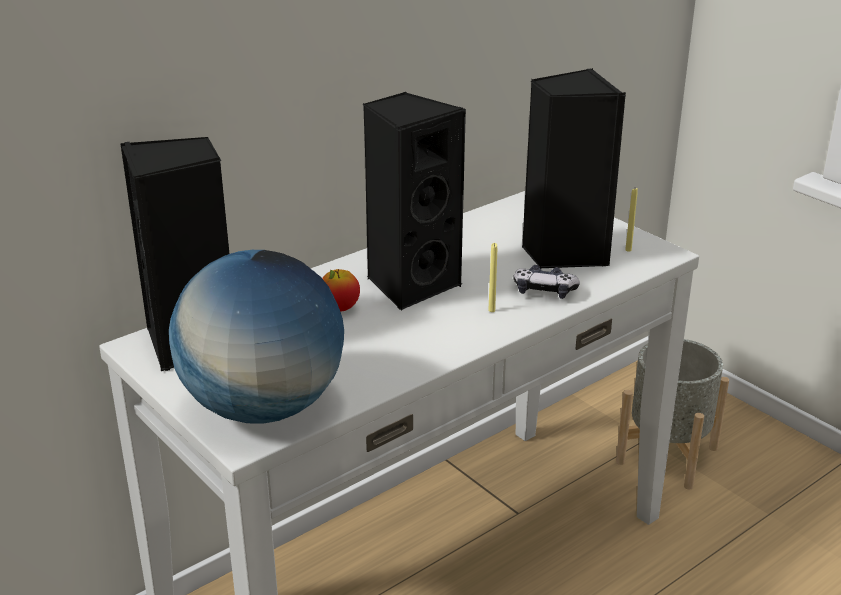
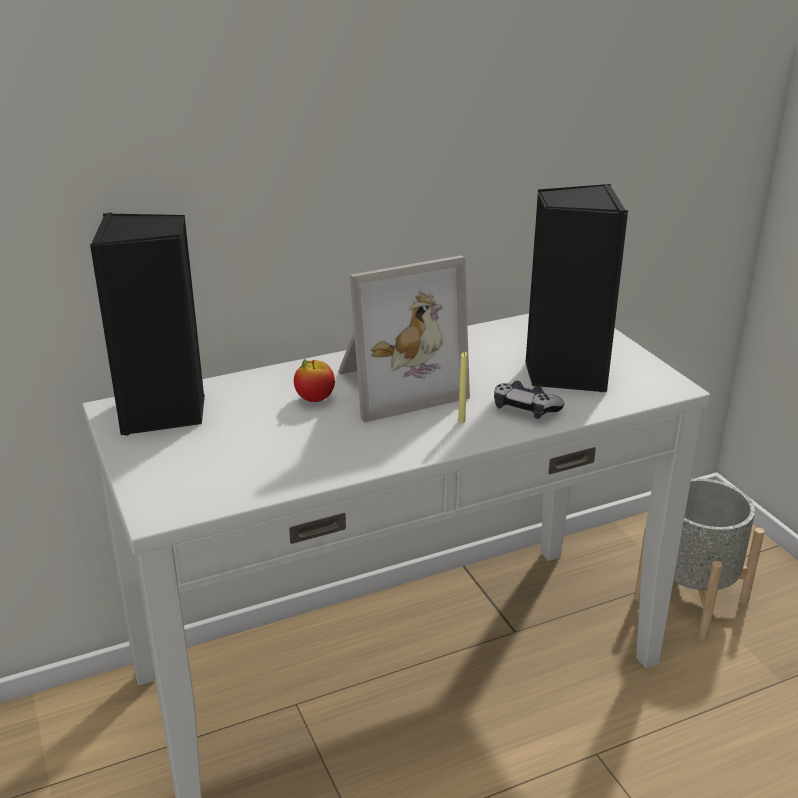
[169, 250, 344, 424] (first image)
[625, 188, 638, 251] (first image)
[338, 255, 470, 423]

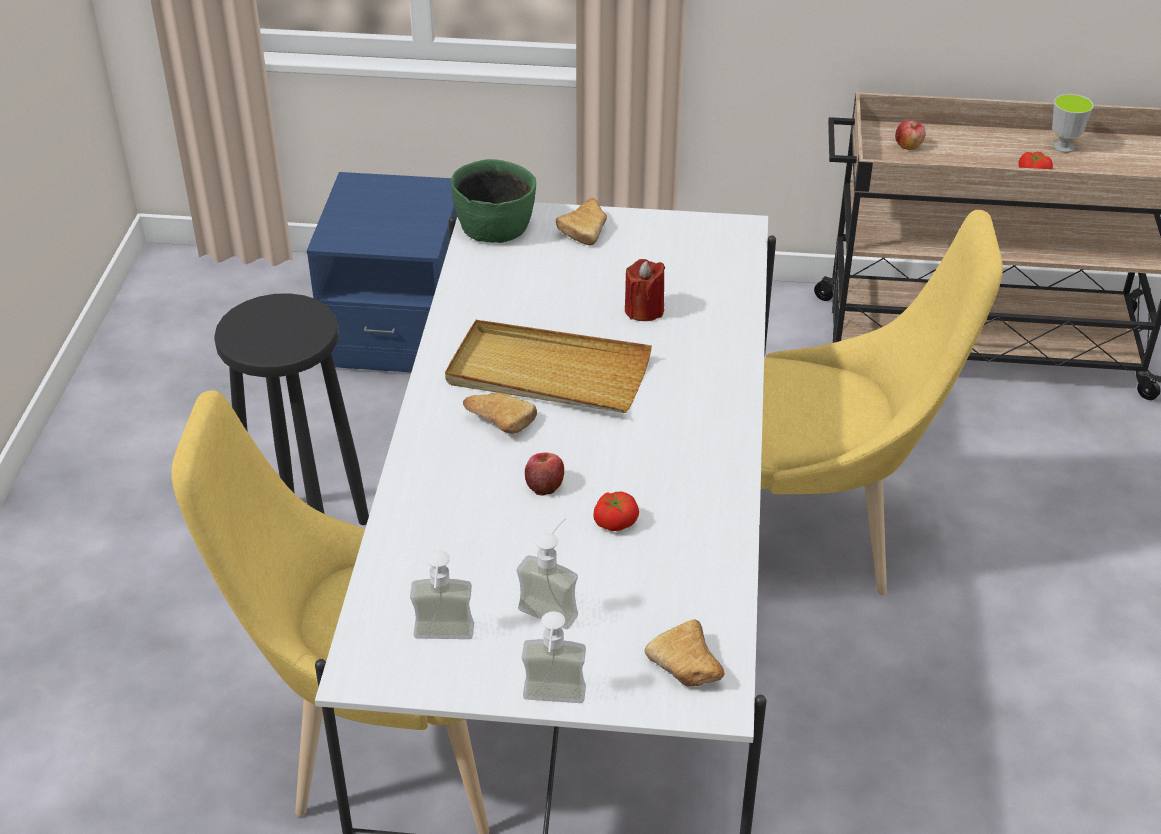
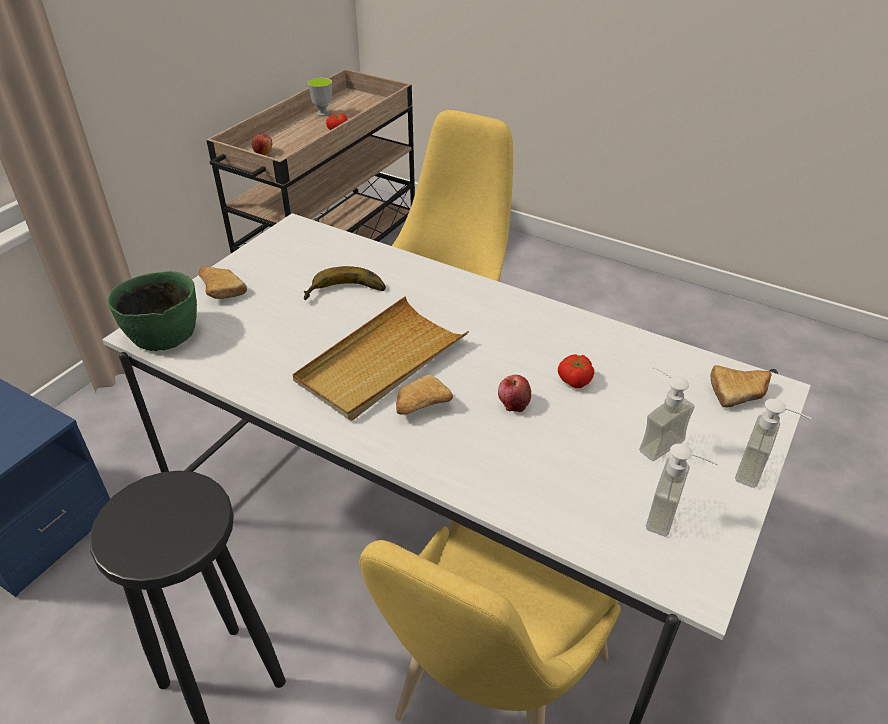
[304, 266, 386, 300]

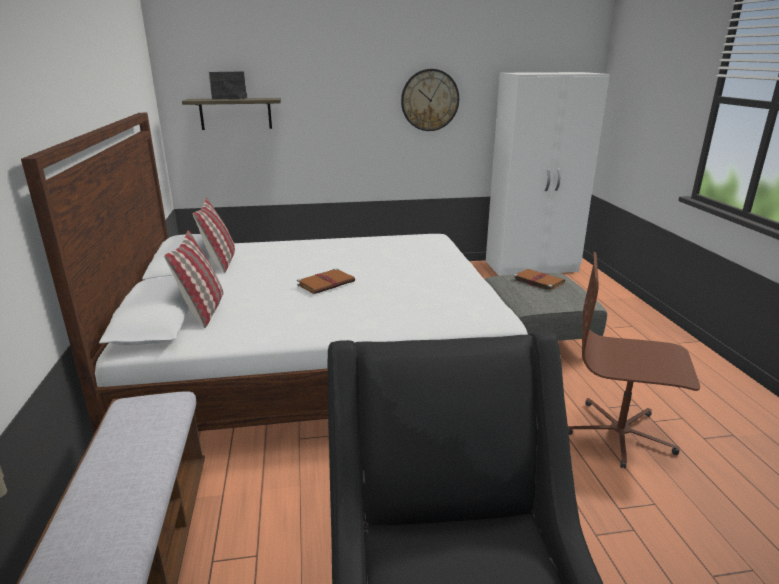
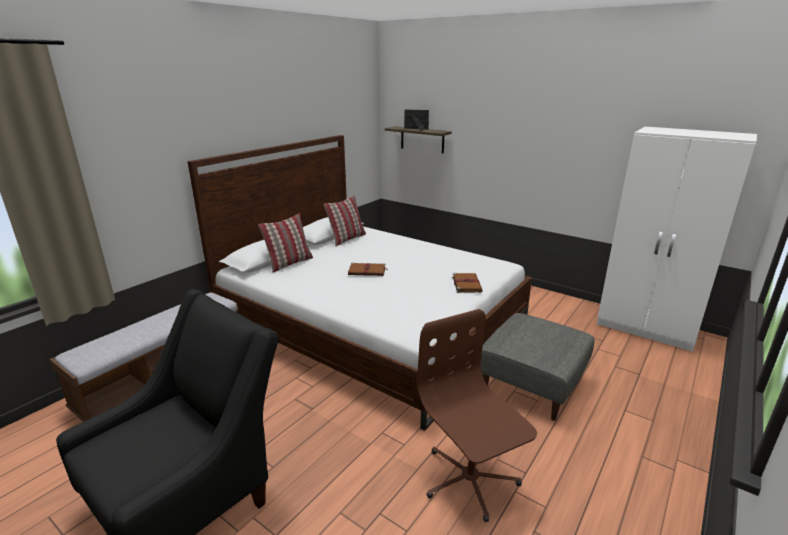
[401, 69, 459, 131] (first image)
[452, 273, 483, 293]

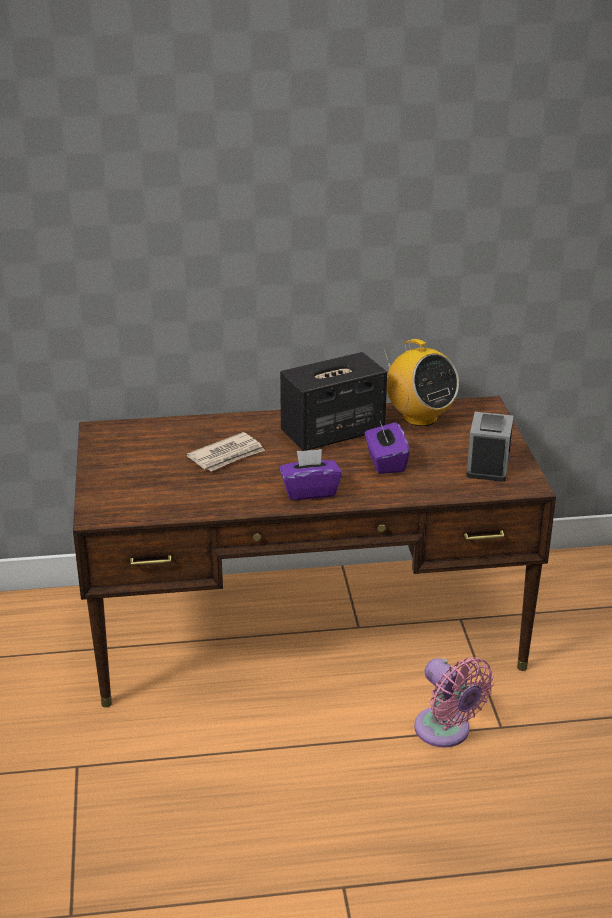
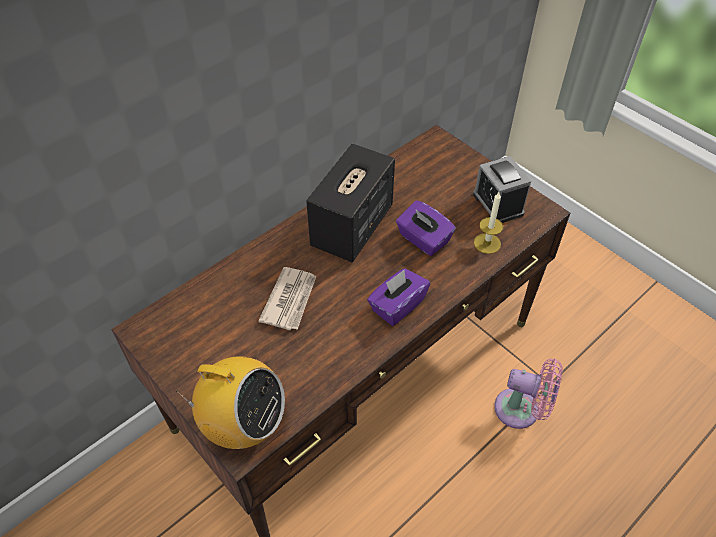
[474, 192, 503, 254]
[176, 356, 285, 449]

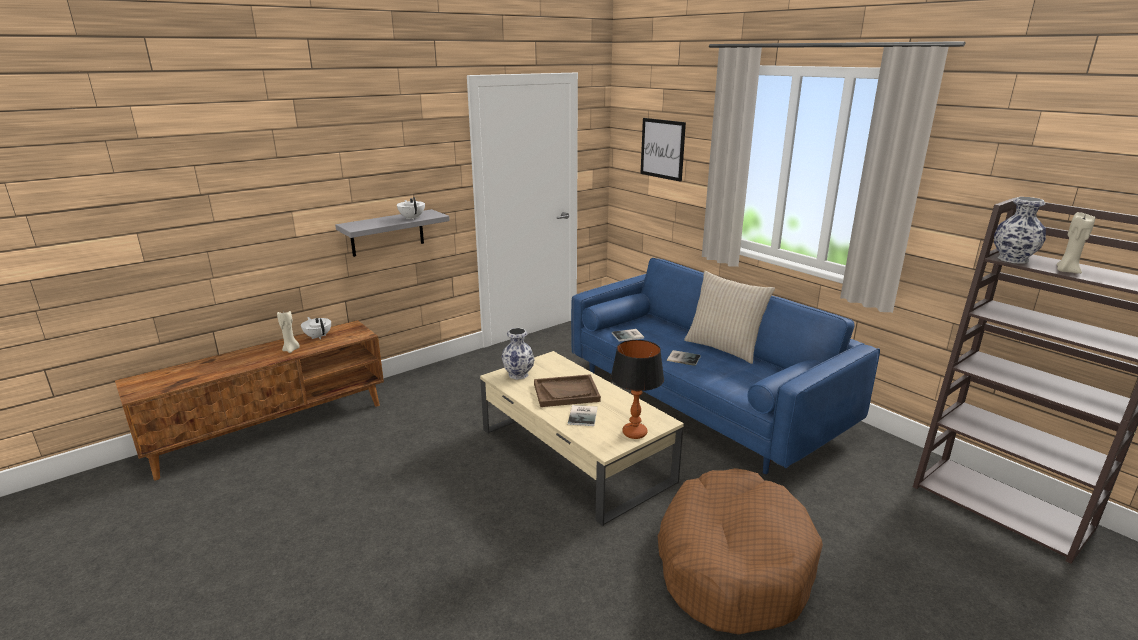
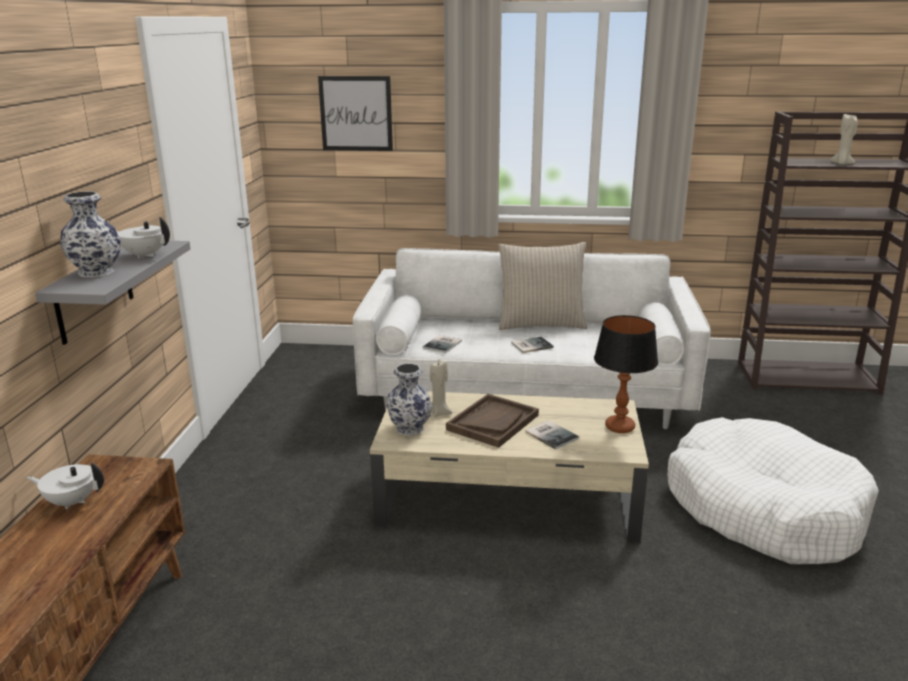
[430, 359, 452, 417]
[60, 191, 121, 278]
[353, 248, 711, 429]
[668, 417, 879, 564]

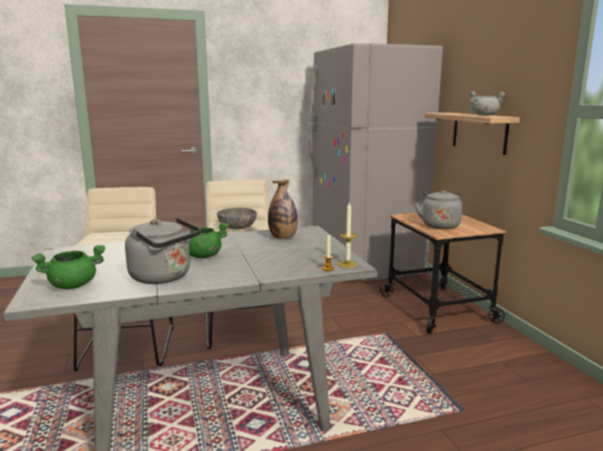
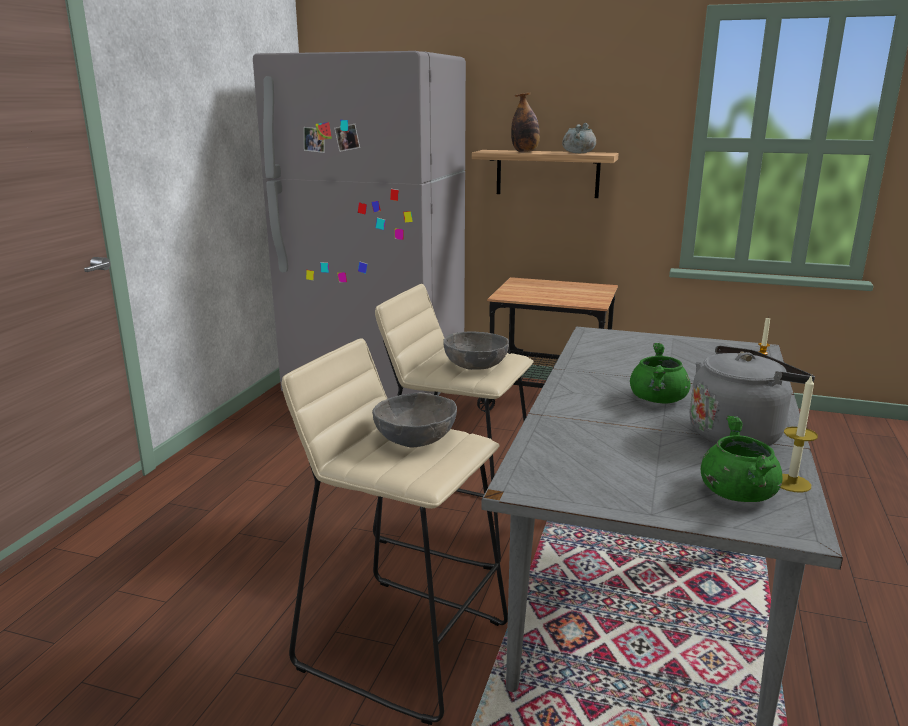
[415, 190, 462, 229] (first image)
[372, 393, 457, 448]
[511, 92, 540, 152]
[780, 374, 818, 492]

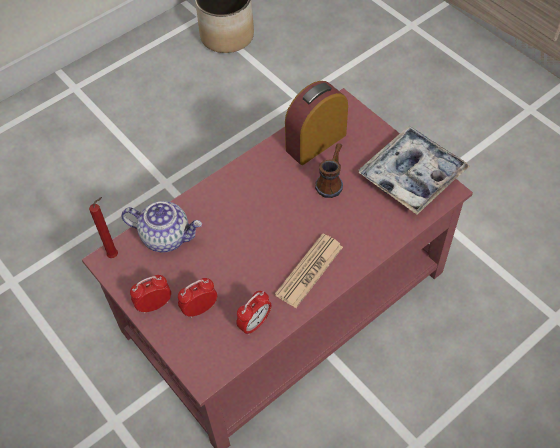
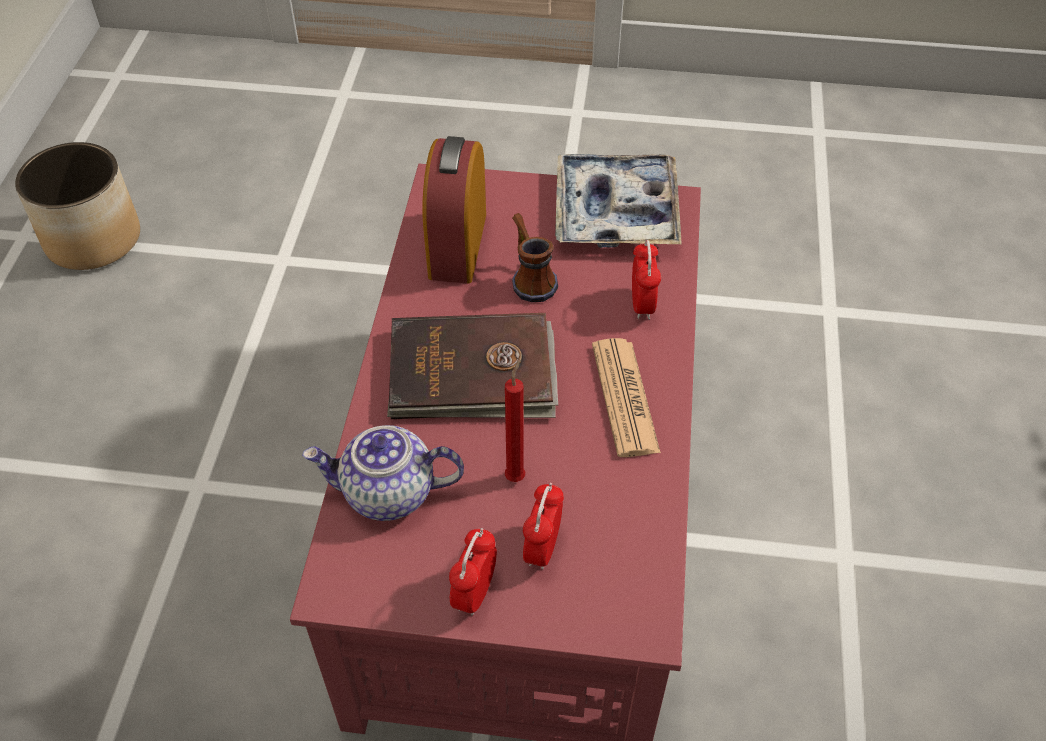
[387, 313, 558, 419]
[505, 359, 525, 482]
[632, 240, 661, 320]
[302, 425, 464, 521]

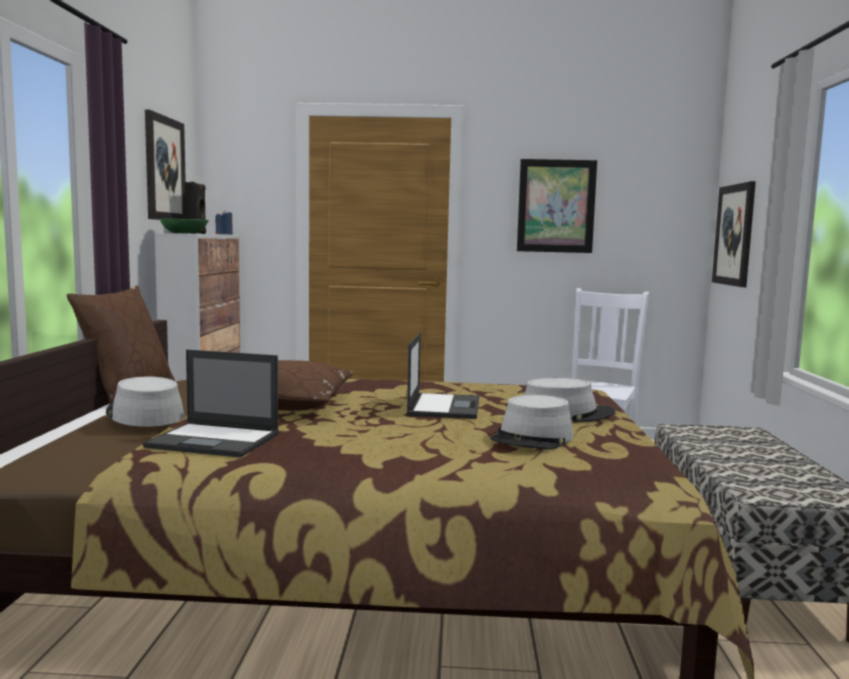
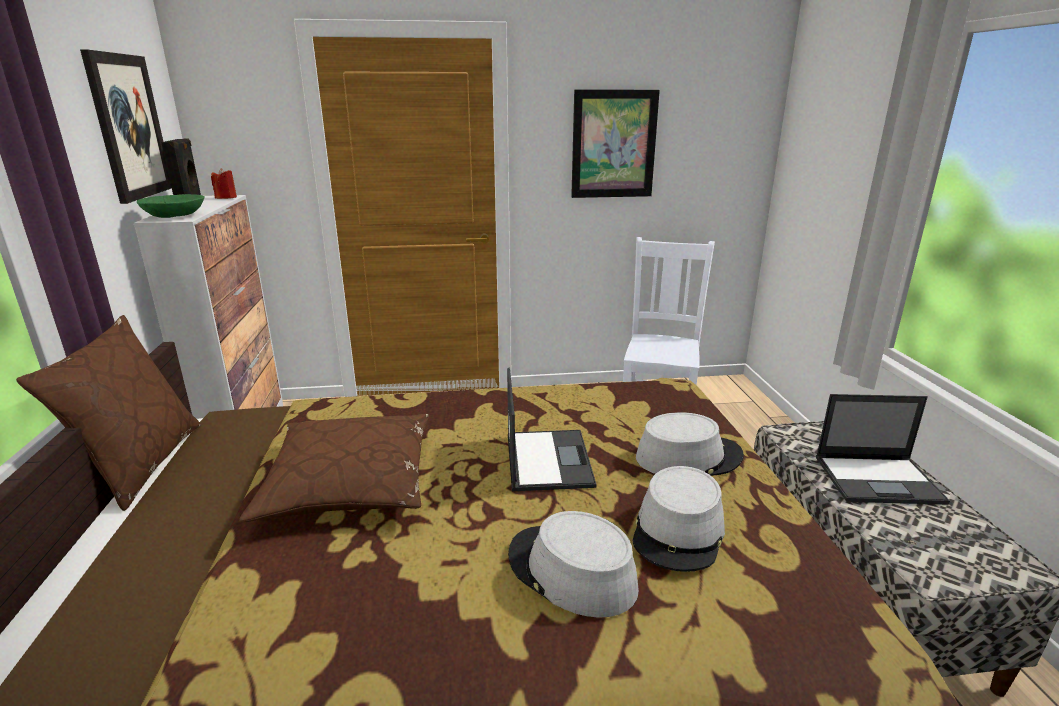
[712, 181, 756, 287] (first image)
[508, 511, 639, 618]
[816, 394, 950, 505]
[211, 168, 237, 199]

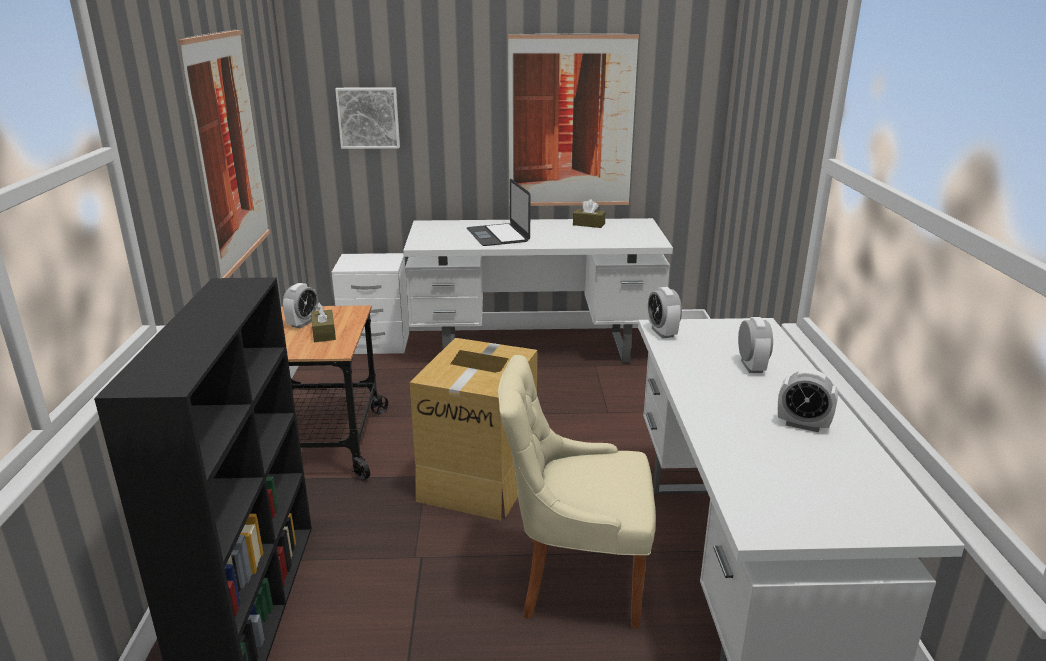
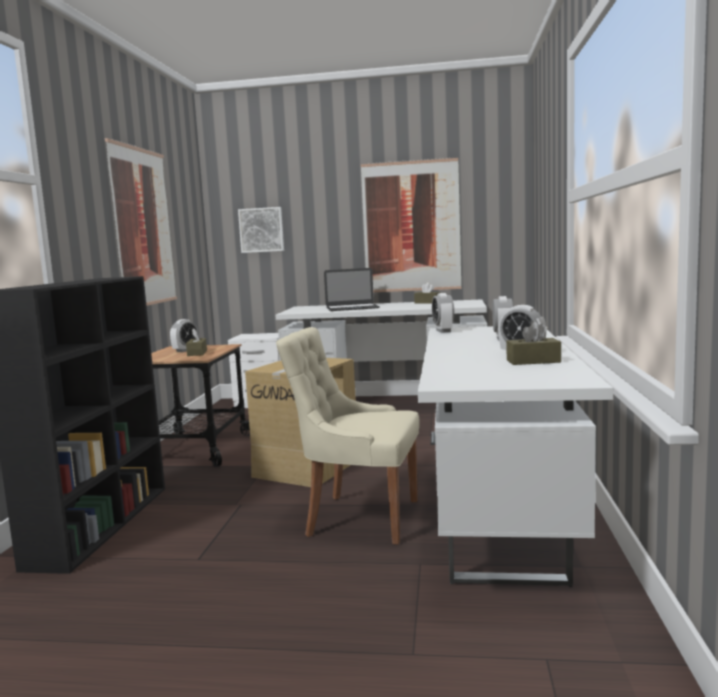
[506, 321, 561, 365]
[324, 268, 379, 311]

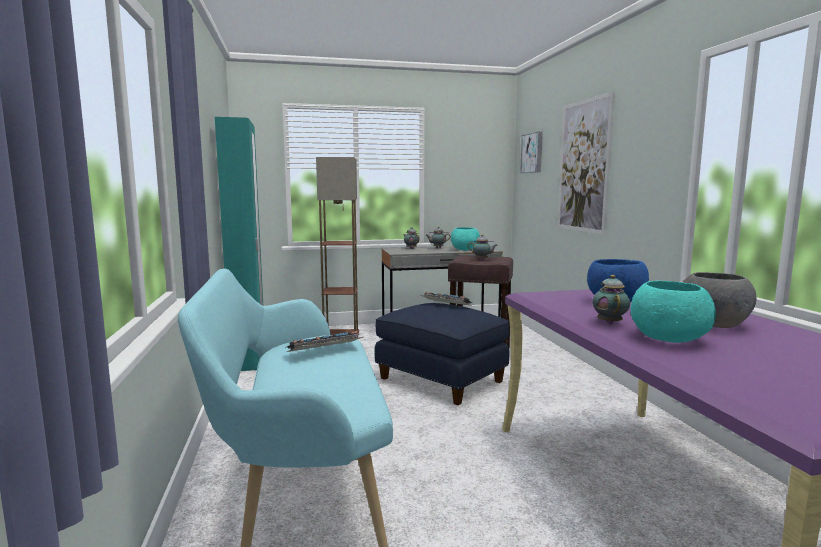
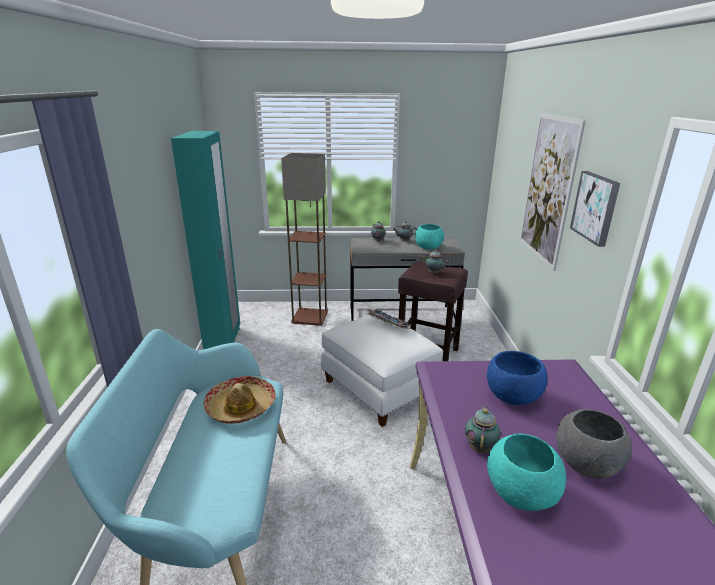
[570, 171, 620, 247]
[203, 376, 276, 424]
[321, 315, 443, 427]

